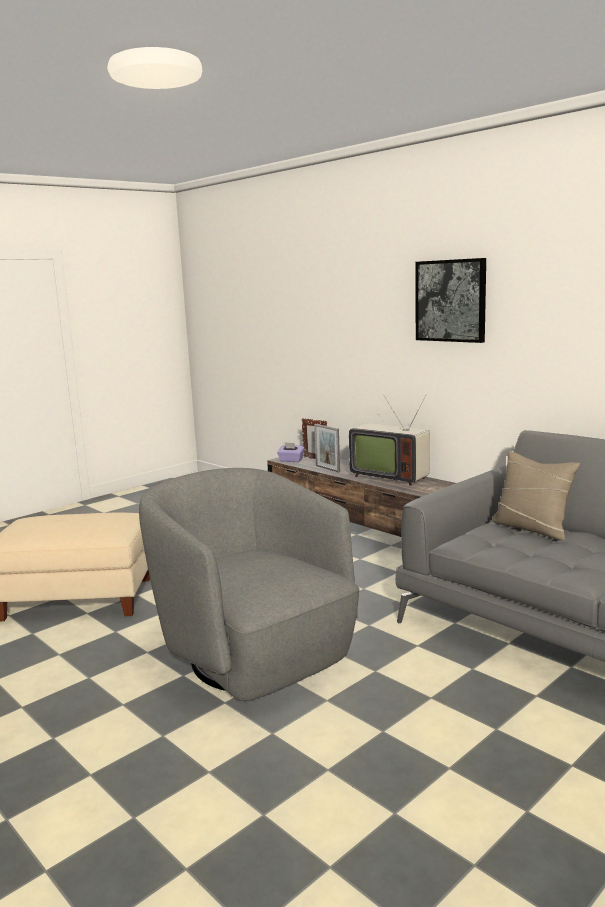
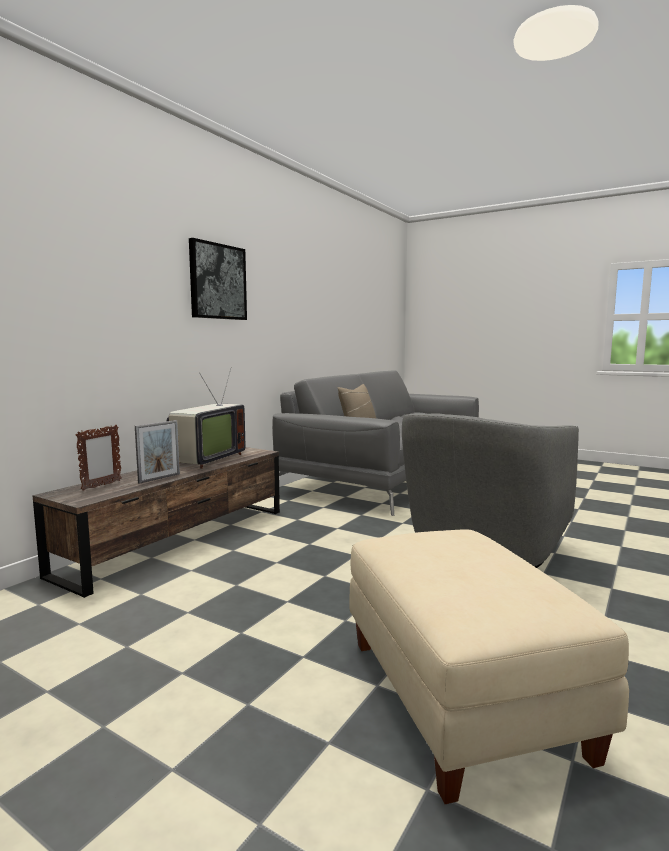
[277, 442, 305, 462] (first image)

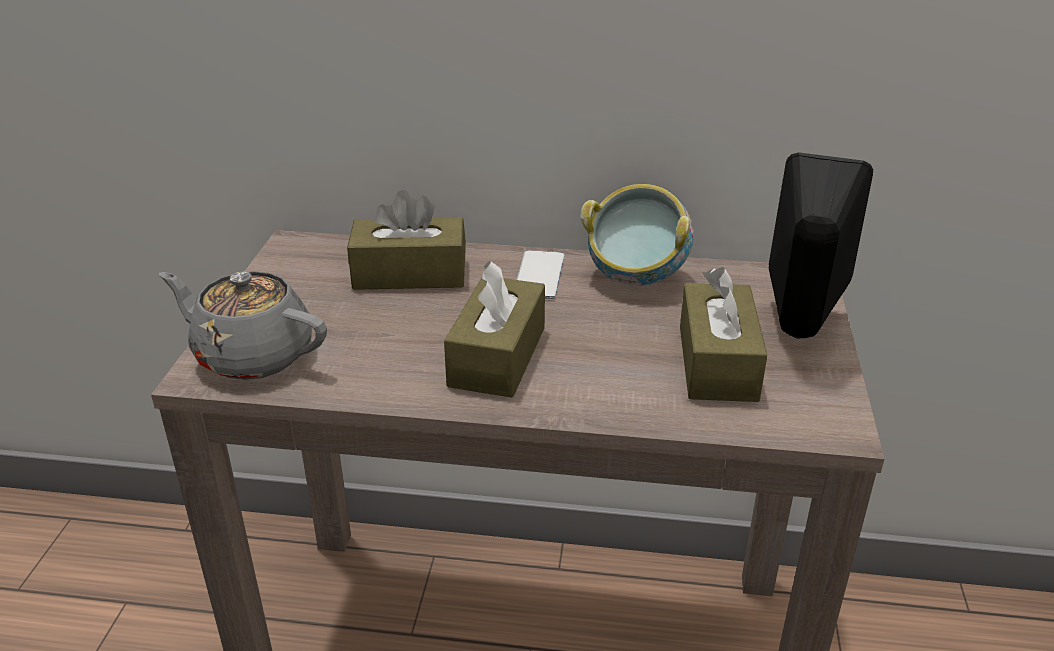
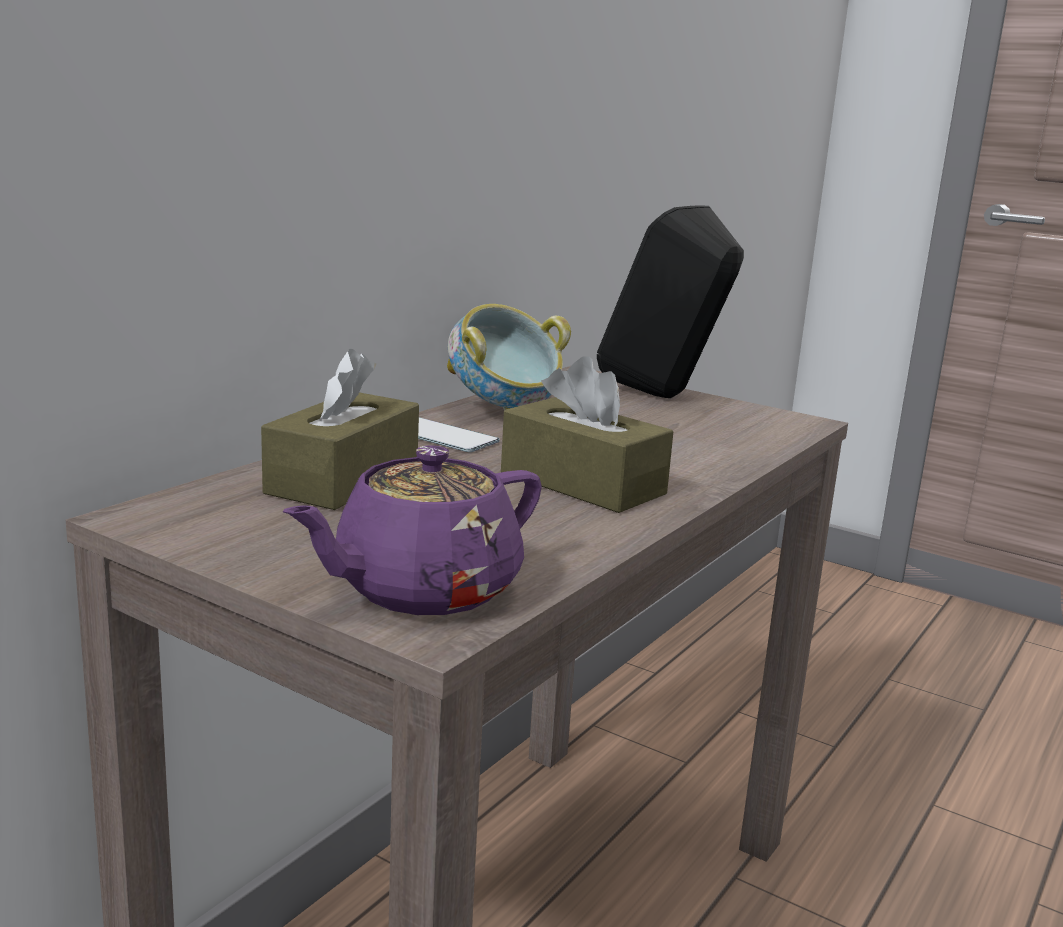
[680, 267, 767, 402] (first image)
[283, 446, 542, 615]

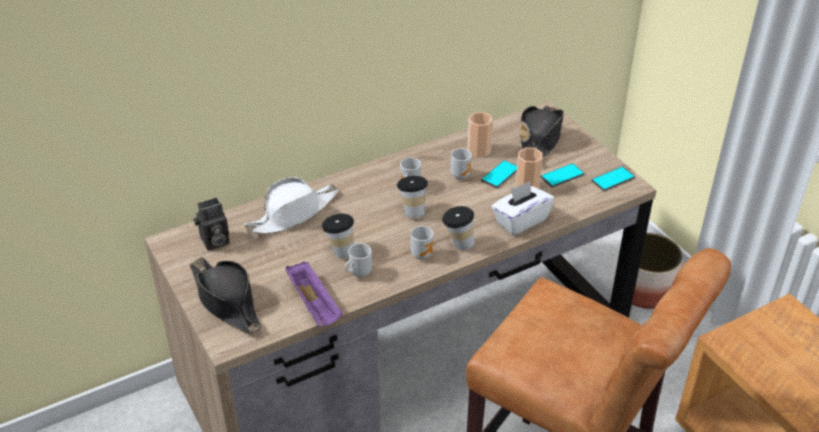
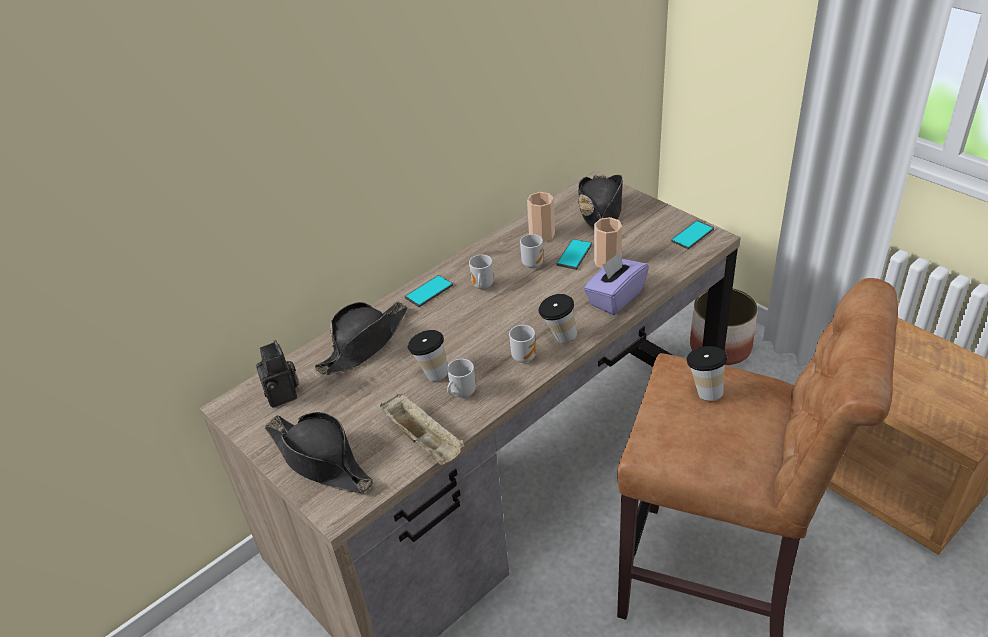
[686, 346, 727, 401]
[405, 275, 453, 307]
[314, 302, 407, 375]
[380, 394, 465, 465]
[584, 252, 649, 315]
[256, 340, 299, 408]

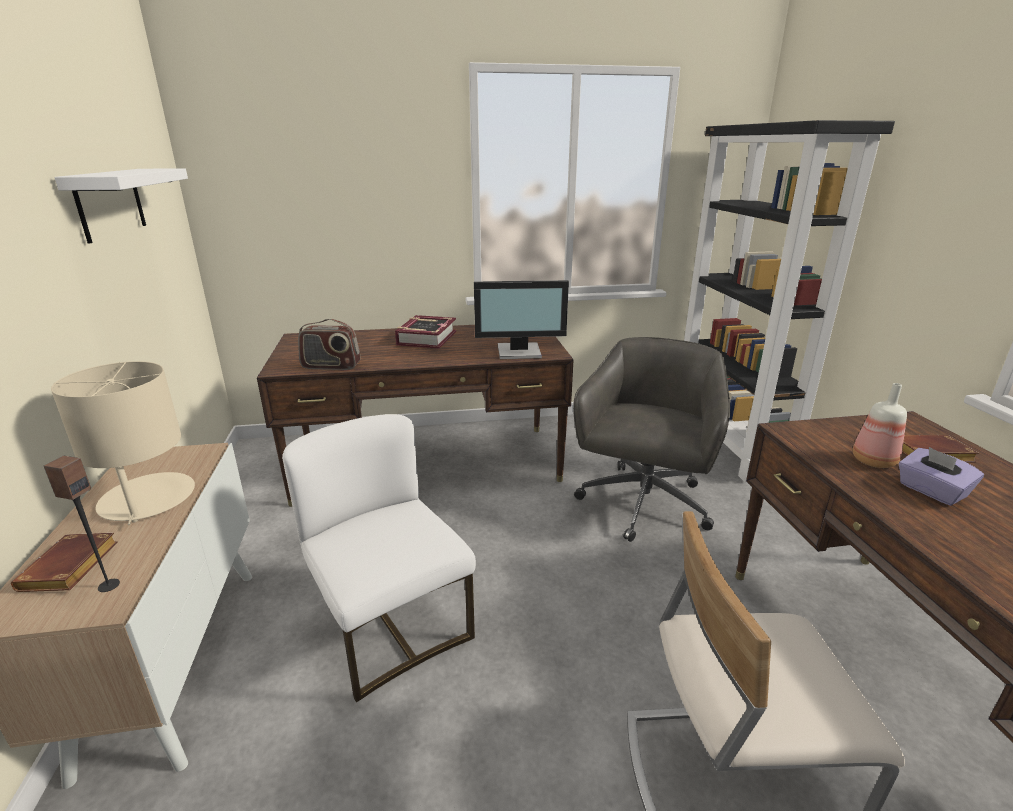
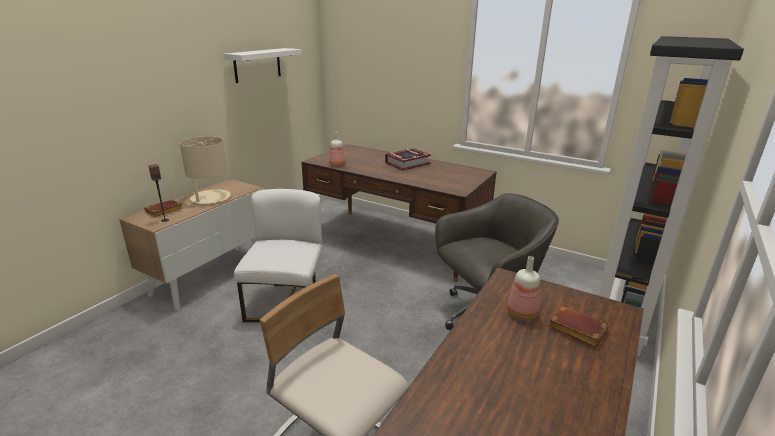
[474, 280, 569, 359] (first image)
[899, 447, 984, 506] (first image)
[329, 132, 345, 167]

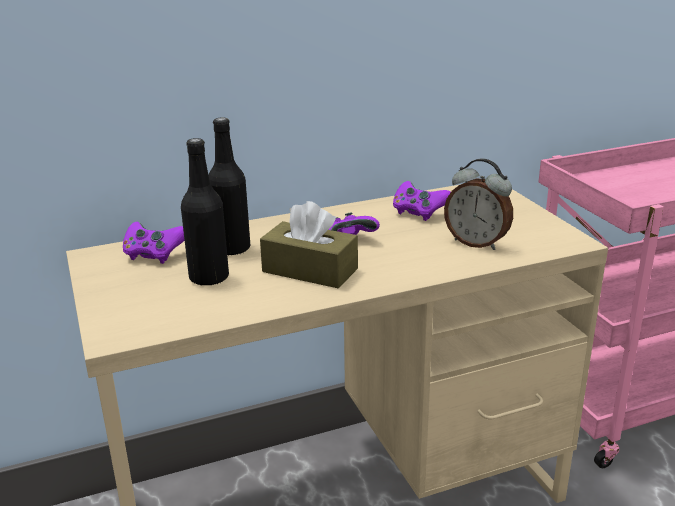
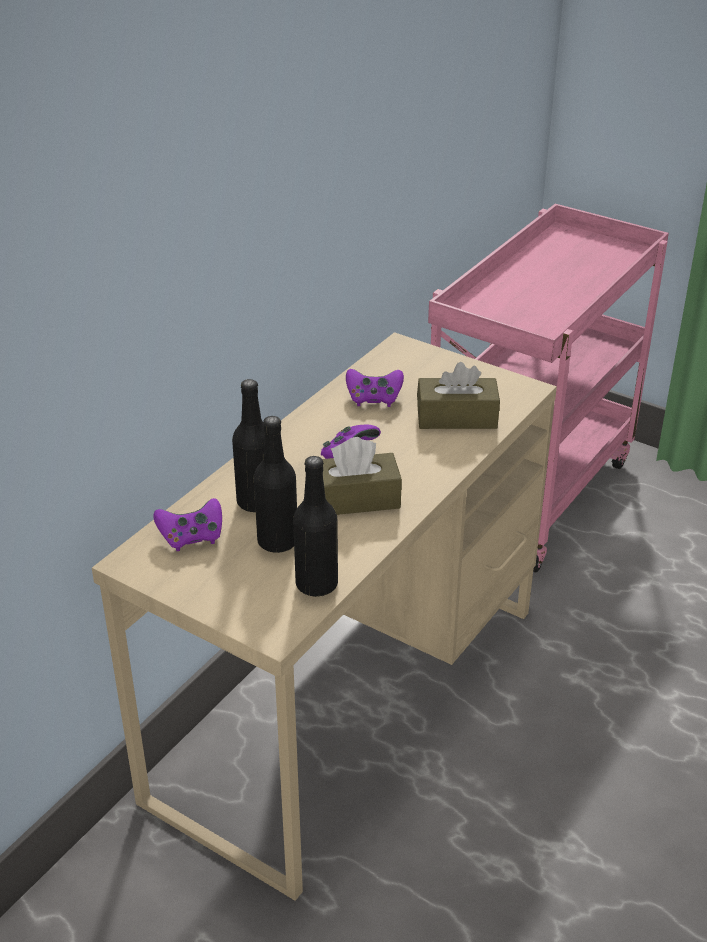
[293, 456, 338, 597]
[417, 362, 500, 429]

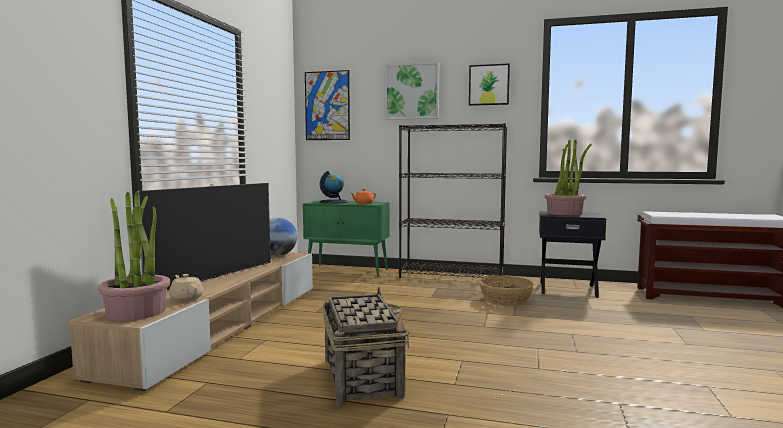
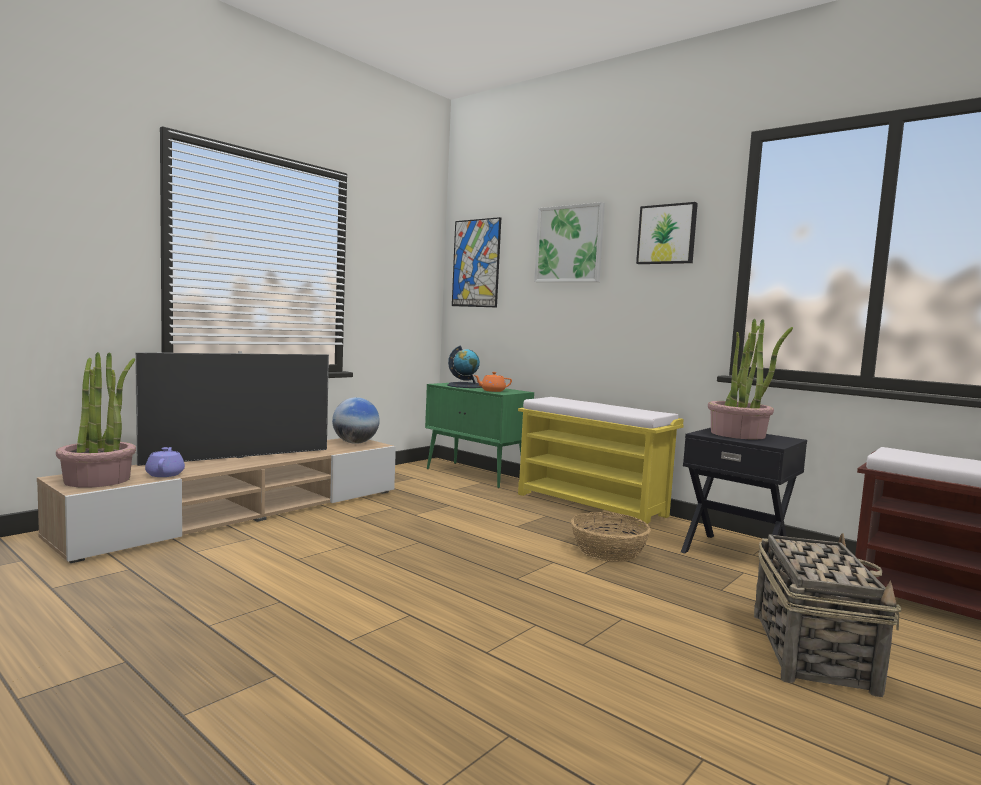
[754, 533, 902, 697]
[518, 397, 684, 524]
[145, 447, 185, 477]

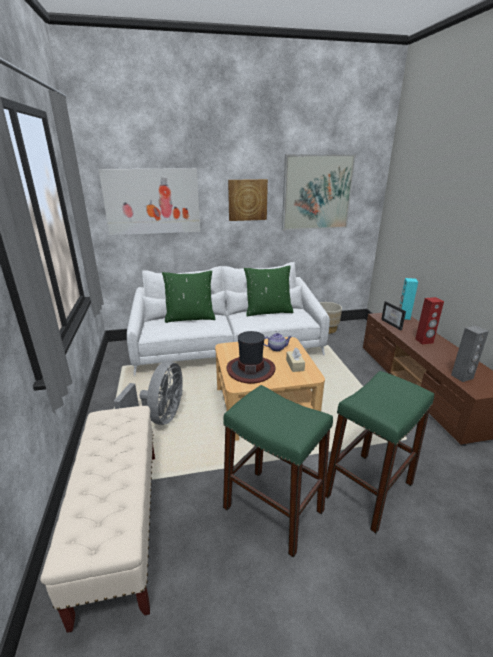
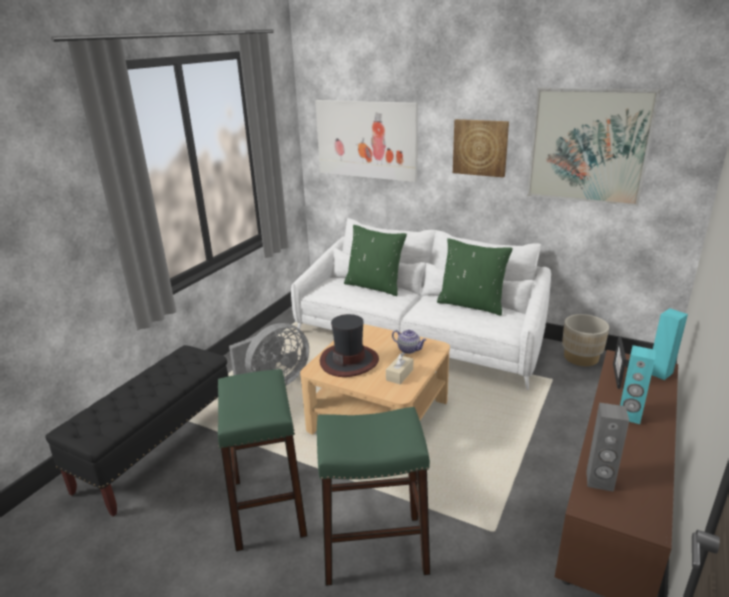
[46, 345, 228, 517]
[620, 345, 656, 424]

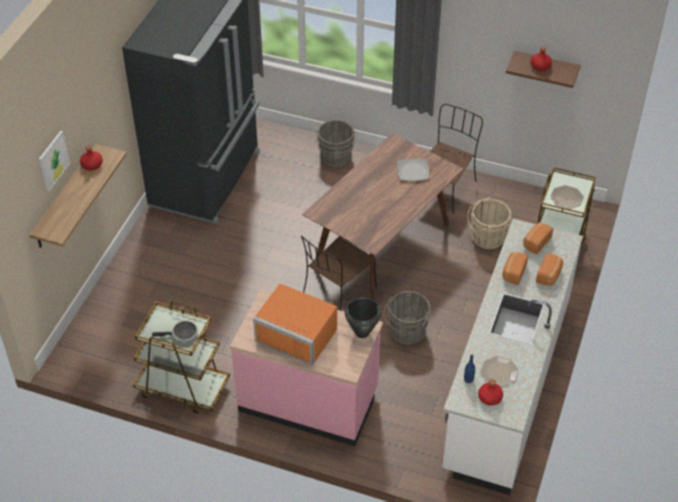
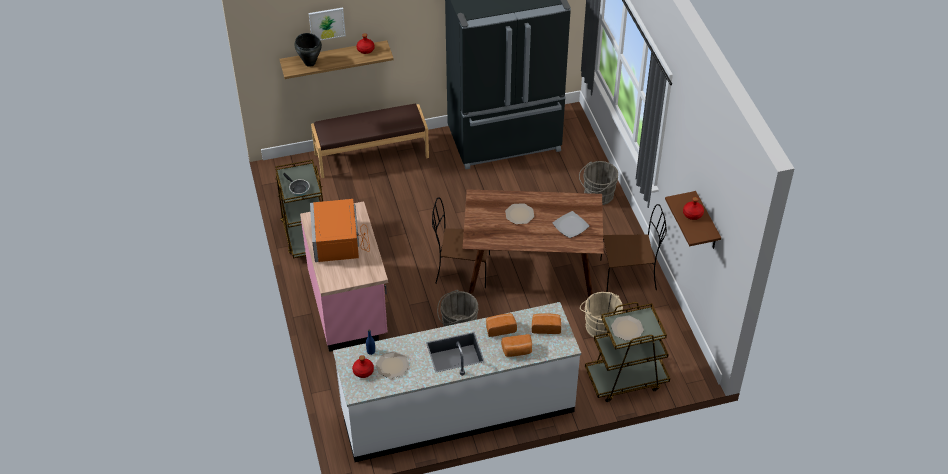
[311, 104, 429, 178]
[505, 203, 534, 224]
[294, 33, 322, 67]

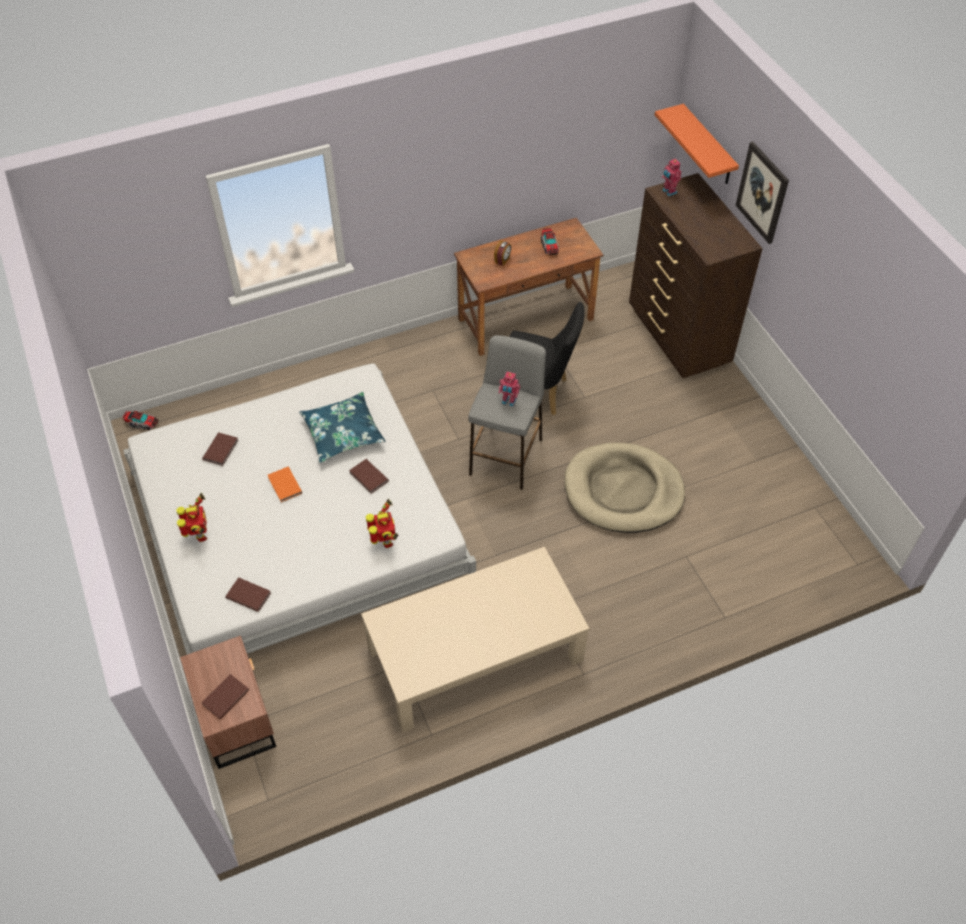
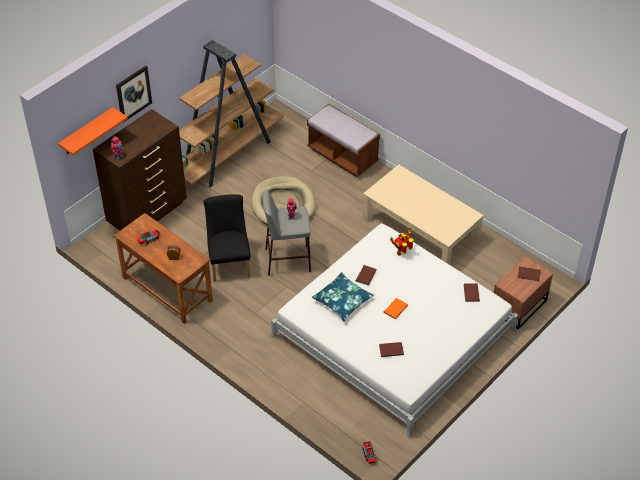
[176, 493, 207, 542] (first image)
[179, 40, 284, 187]
[307, 104, 380, 177]

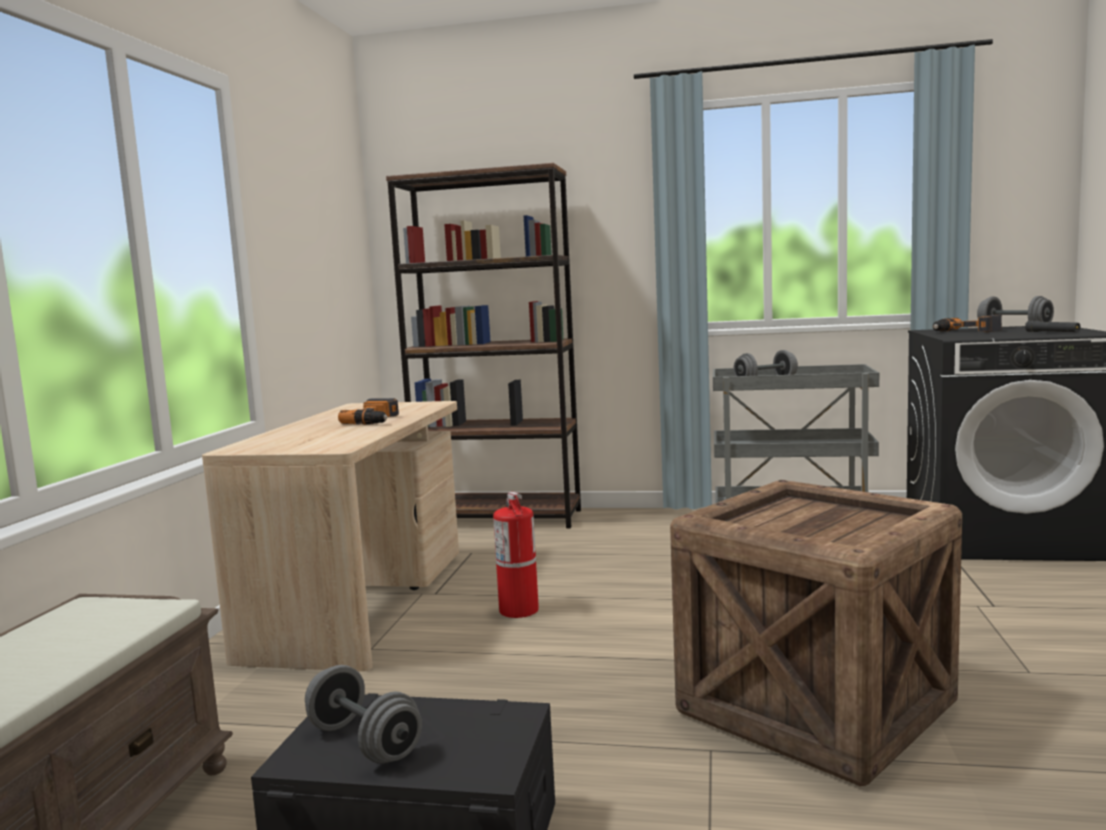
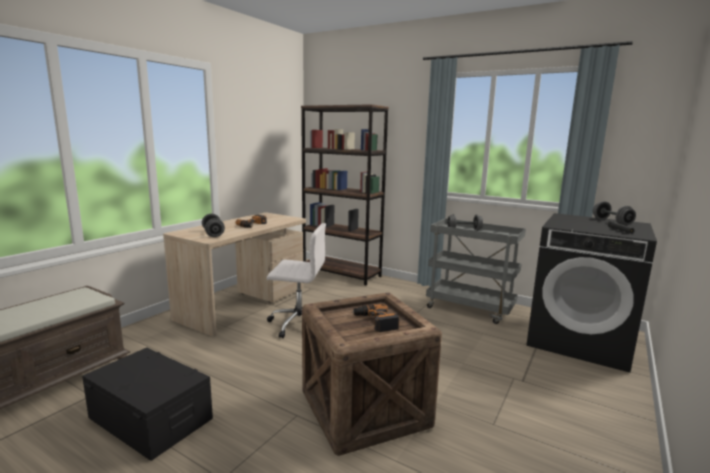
[202, 214, 225, 237]
[352, 304, 399, 332]
[267, 223, 326, 338]

